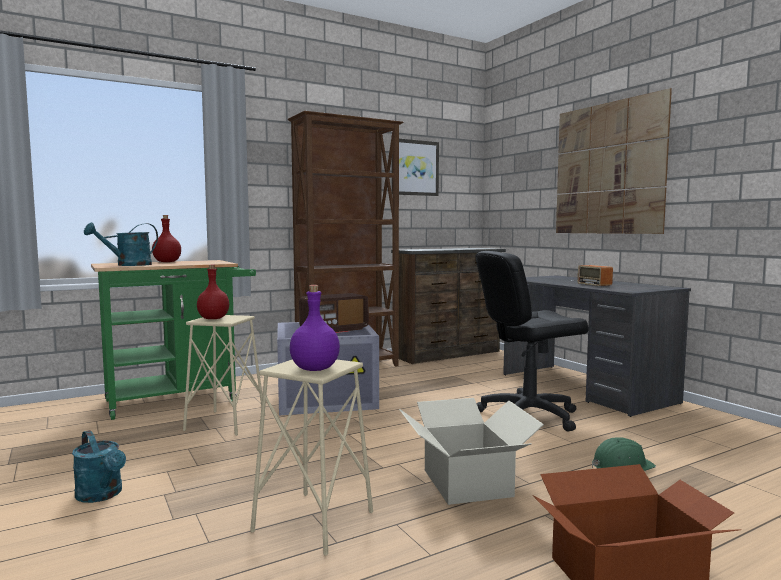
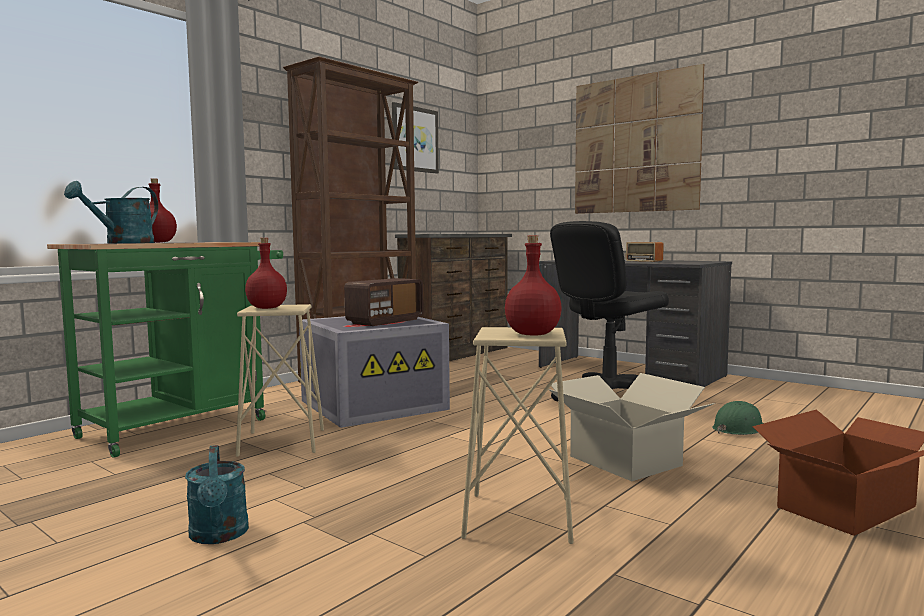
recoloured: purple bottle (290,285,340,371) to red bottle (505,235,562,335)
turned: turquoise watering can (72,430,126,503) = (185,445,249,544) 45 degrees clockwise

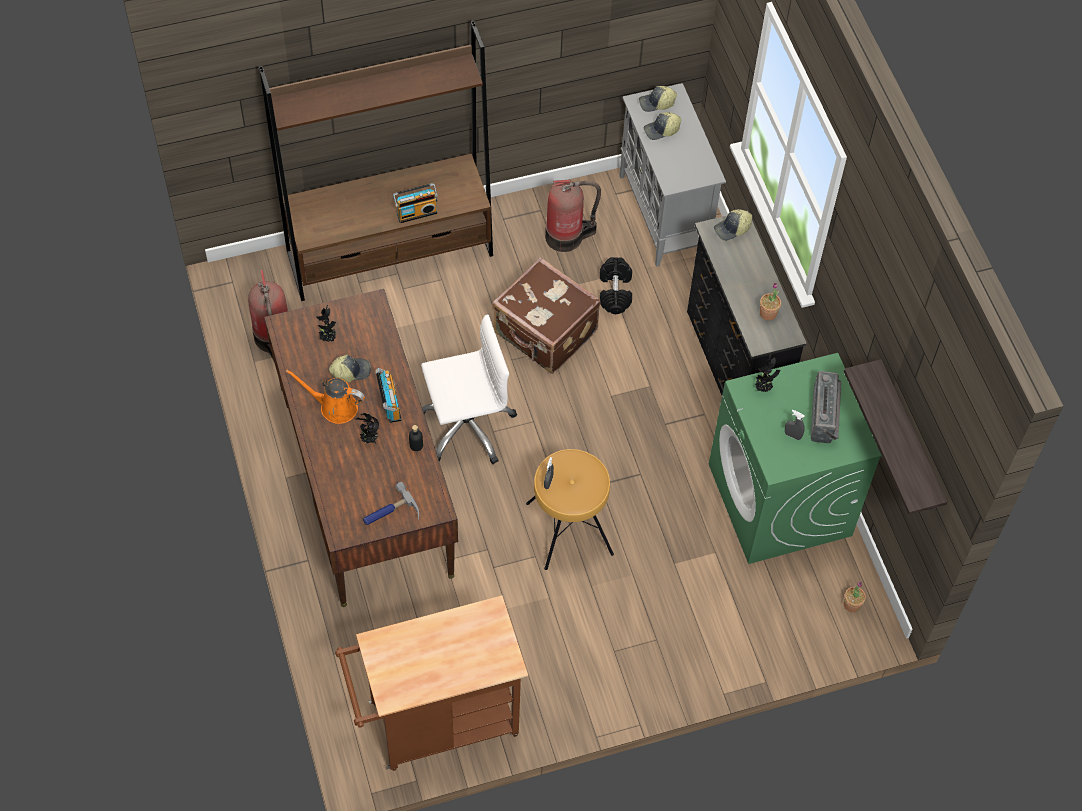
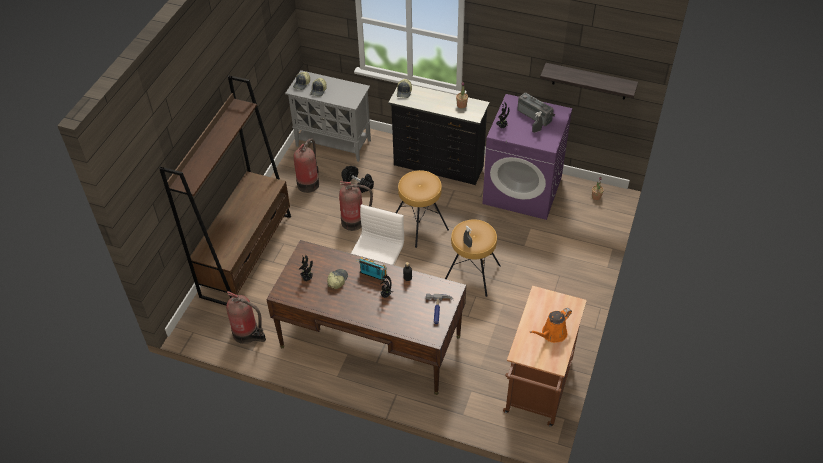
removed: radio (393,183,438,223)
added: brown stool (396,170,449,248)
moved: orange watering can (285,369,365,424) to (530,308,572,343)
replaced: brown suitcase (492,257,601,374) to fire extinguisher (339,181,373,231)
recoloured: green washing machine (709,353,882,564) to purple washing machine (482,94,572,220)

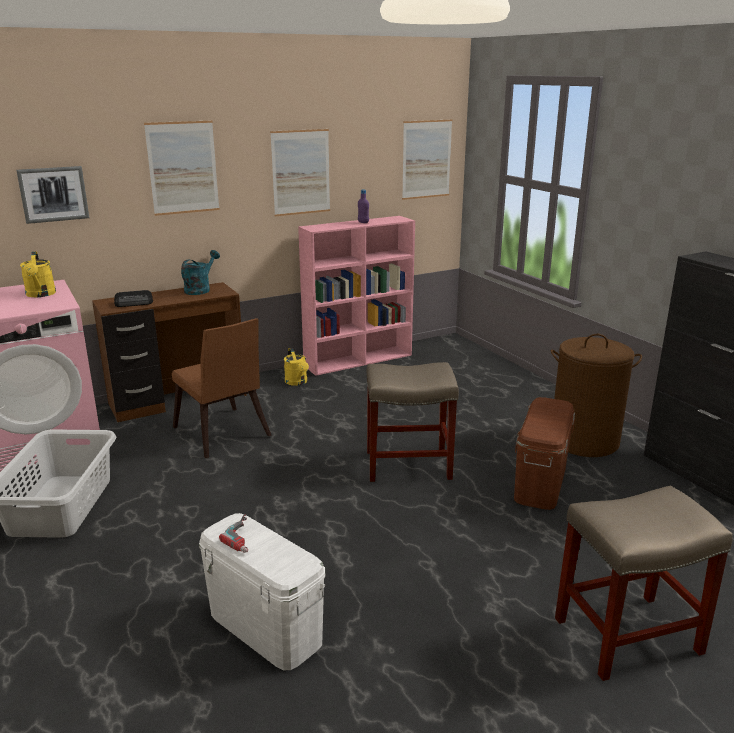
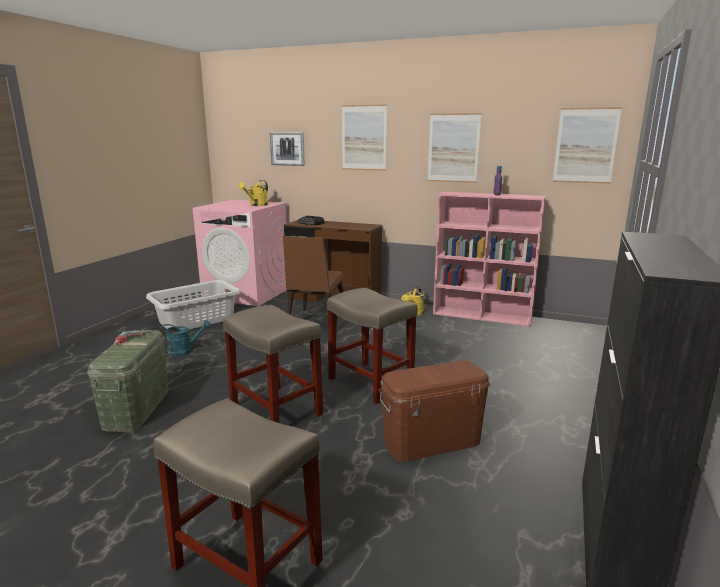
removed: brown laundry basket (551,334,642,457)
added: beige stool (223,305,323,423)
moved: turquoise watering can (181,250,220,295) to (159,320,211,357)
recoloured: white storage box (199,513,325,670) to green storage box (87,330,168,432)

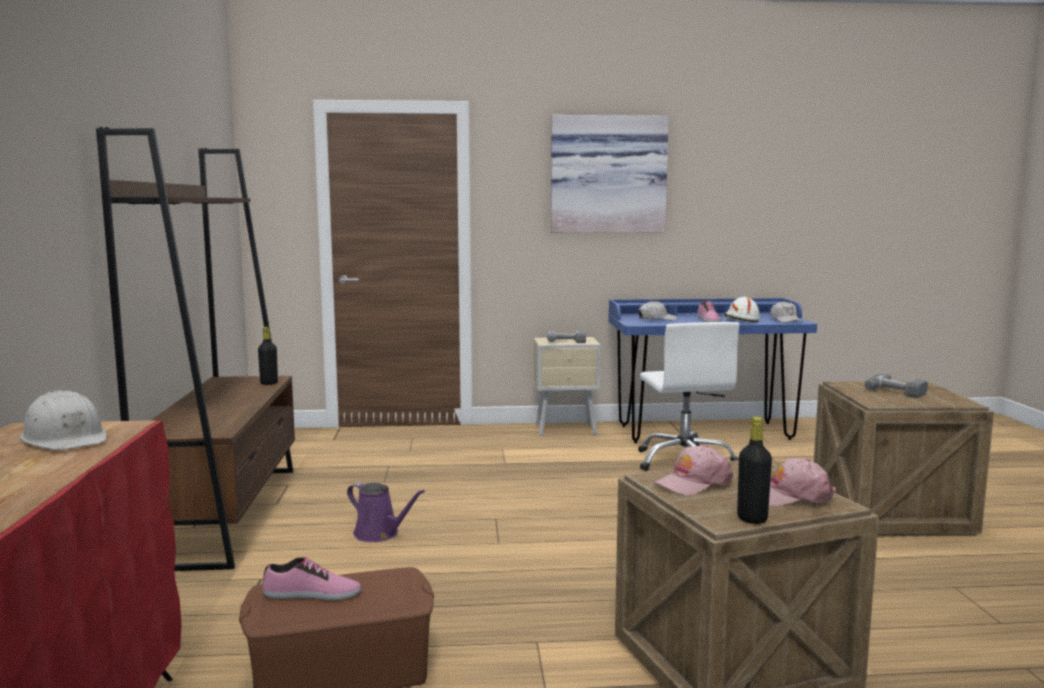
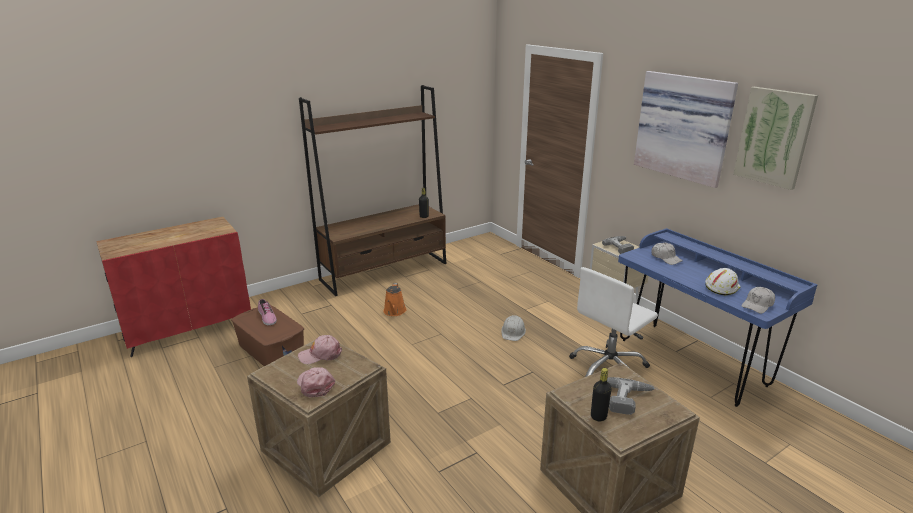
removed: shoe (697,301,721,322)
added: picture (733,87,818,190)
moved: white hard hat (20,390,107,450) to (501,315,526,341); black bottle (737,417,772,524) to (591,368,612,421)
recoloured: purple watering can (347,482,425,542) to orange watering can (383,283,407,316)
turned: pink cap (654,445,733,495) = (298,335,342,364) 45 degrees counterclockwise

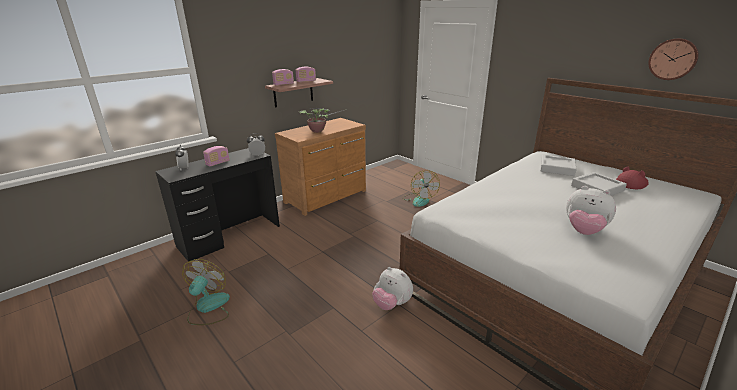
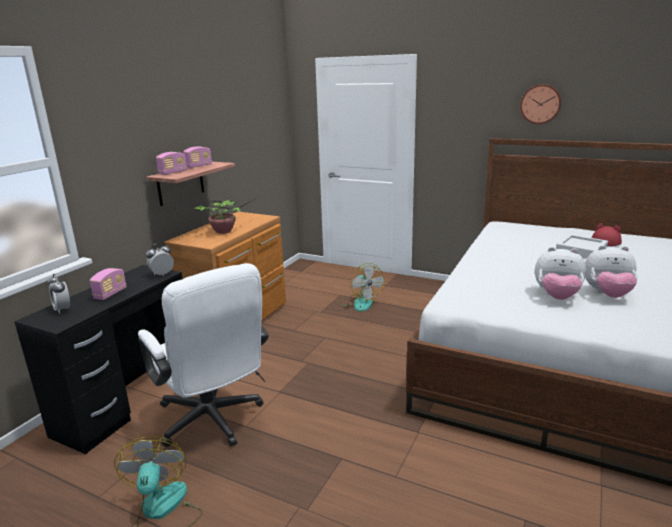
removed: grey tray (540,155,577,176)
added: white office chair (138,263,268,447)
moved: wall clock (648,38,699,80) to (520,84,562,124); plush toy (372,267,413,310) to (535,247,586,300)

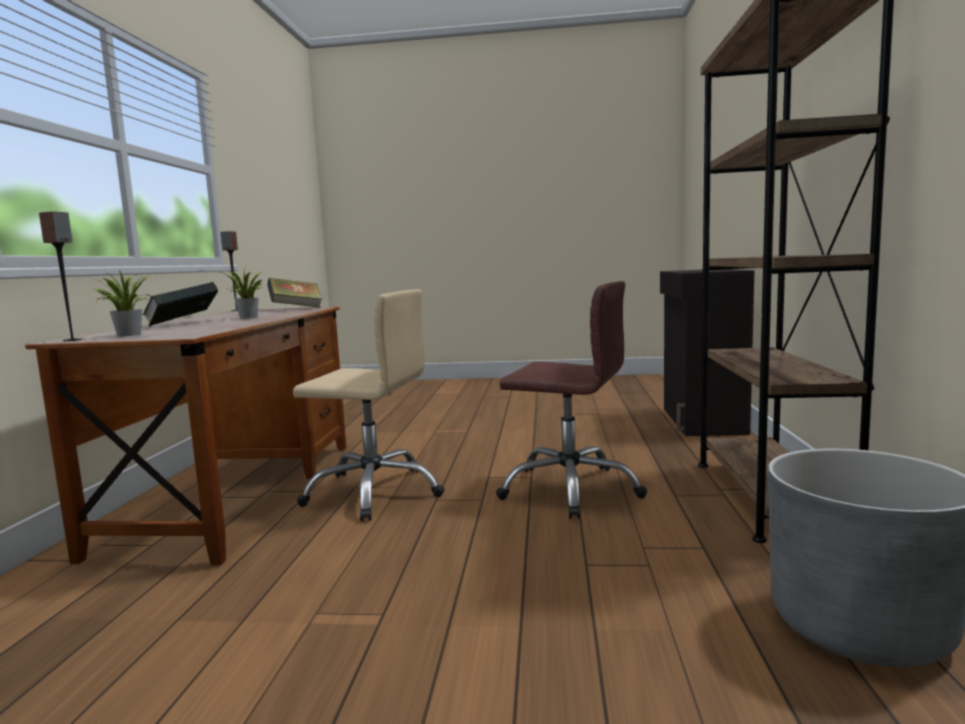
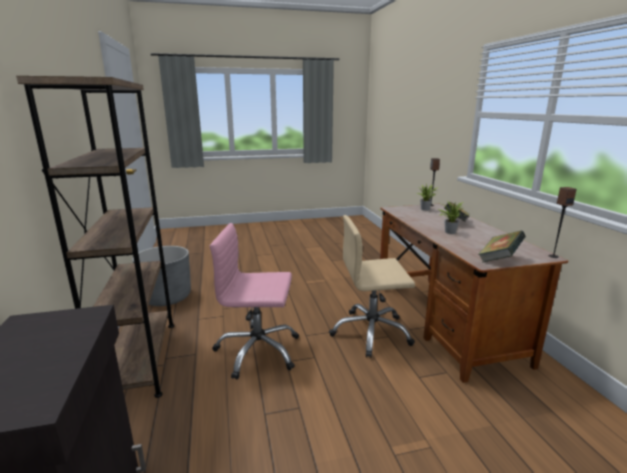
recoloured: brown office chair (496,281,647,519) to pink office chair (210,223,299,380)

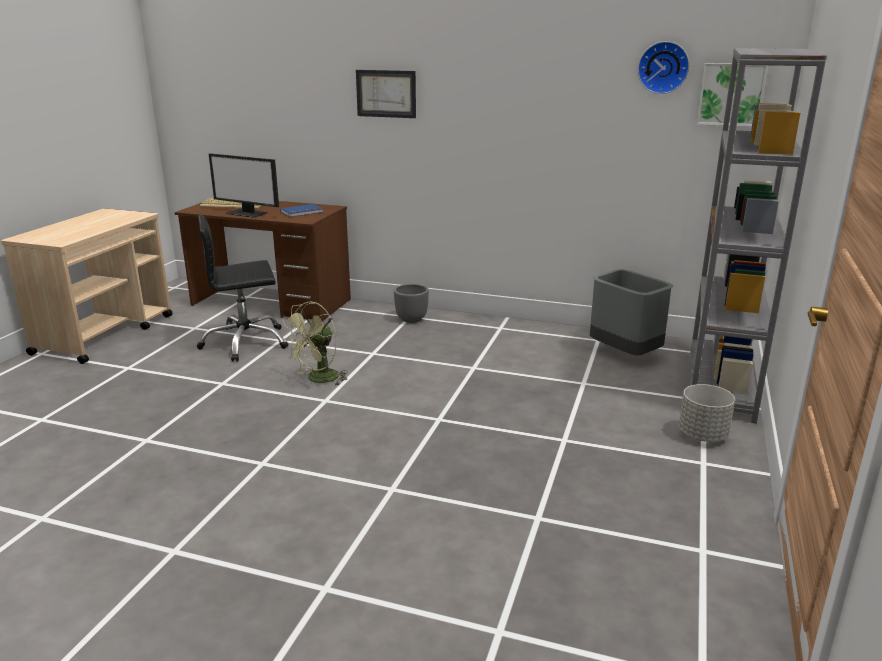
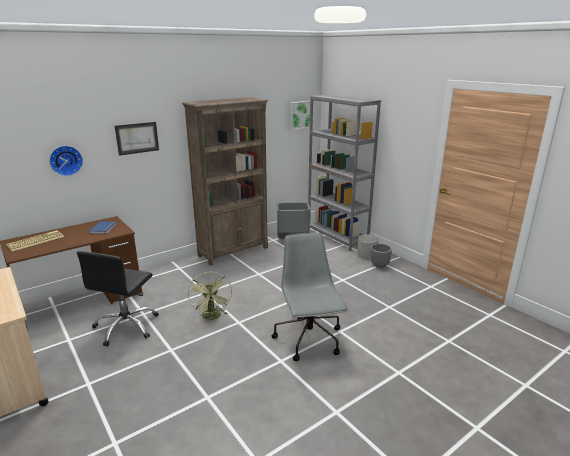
removed: monitor (209,153,279,218)
added: brown bookcase (182,97,268,266); grey office chair (272,232,348,361)
moved: wall clock (638,41,690,94) to (49,146,83,176); grey planter (394,284,429,323) to (370,244,392,268)

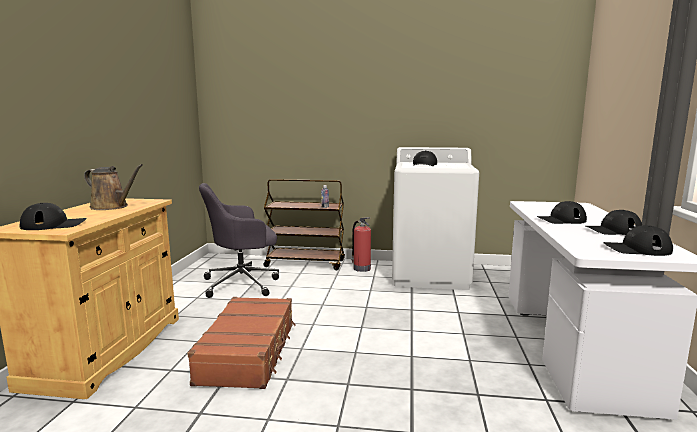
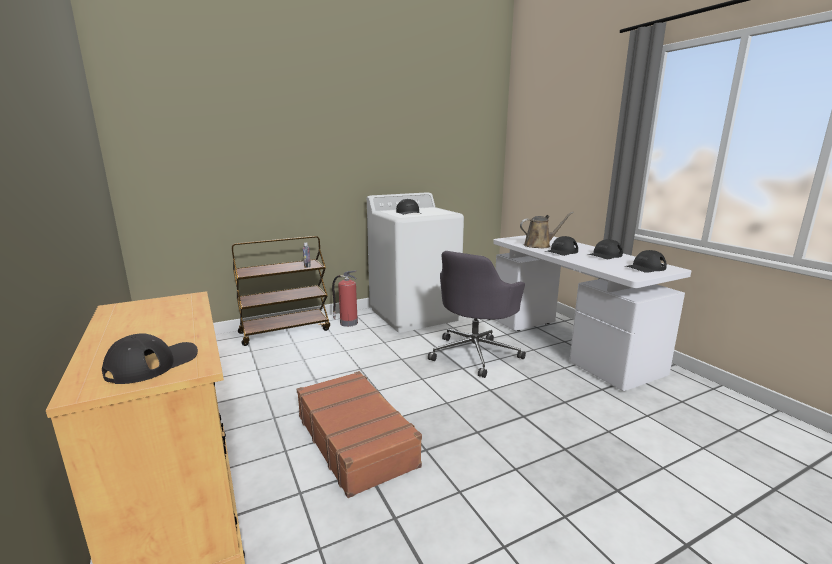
moved: grey office chair (199,183,279,298) to (428,251,526,378); brown watering can (84,164,143,210) to (520,211,574,248)

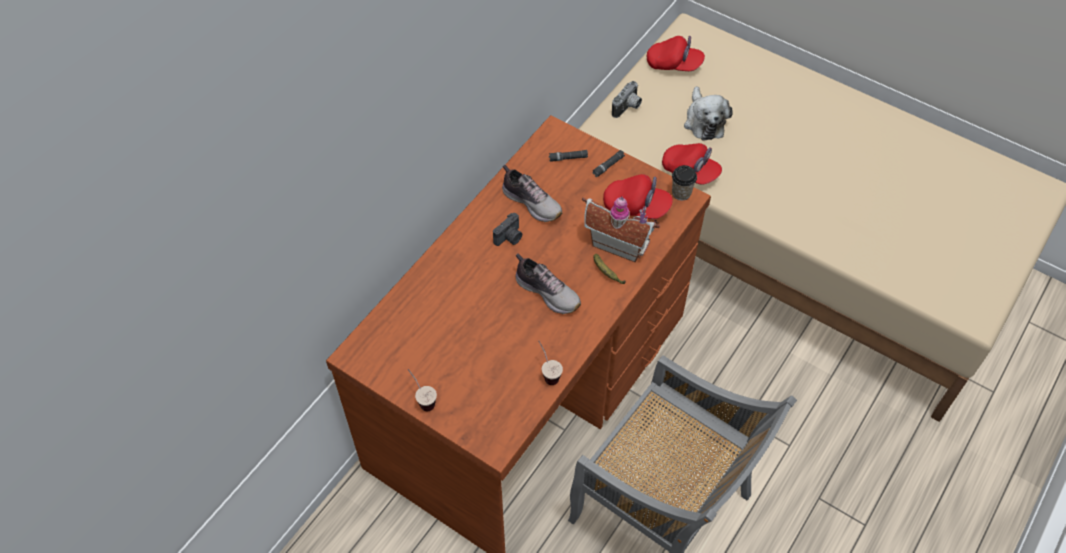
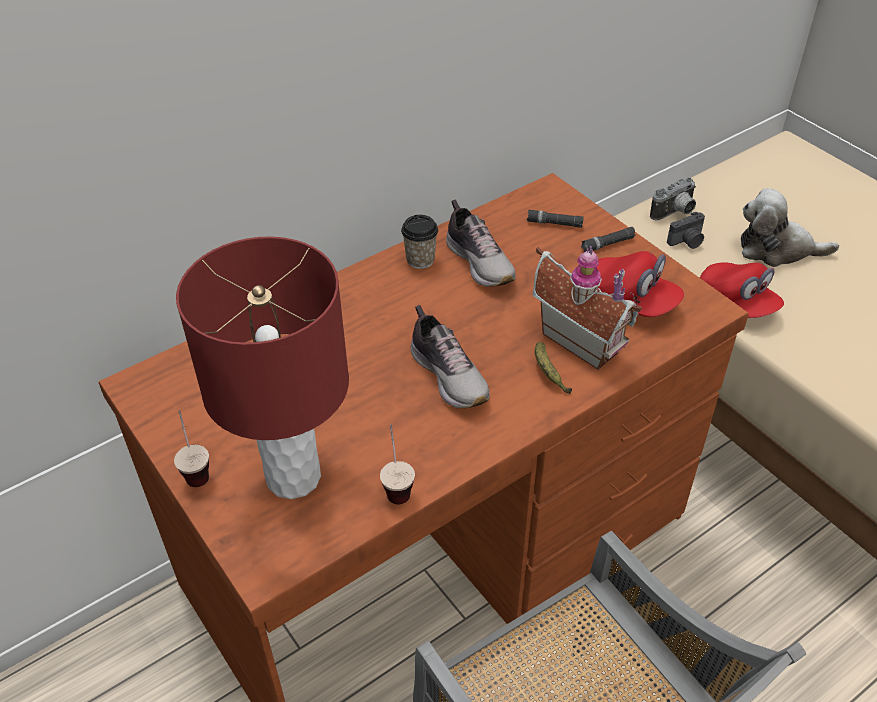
removed: red cap (647,36,705,71)
added: red table lamp (176,236,349,499)
moved: cup (672,165,697,200) to (401,215,438,269); photo camera (493,213,522,246) to (667,212,705,249)
turned: plush toy (684,86,733,141) = (741,188,839,267) 90 degrees clockwise

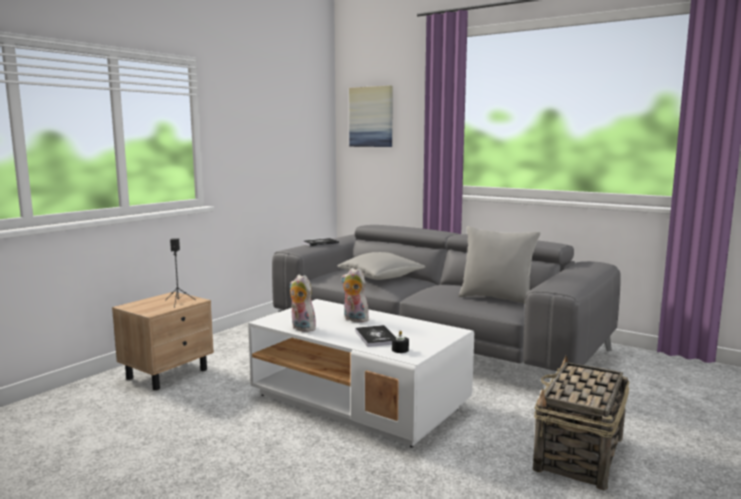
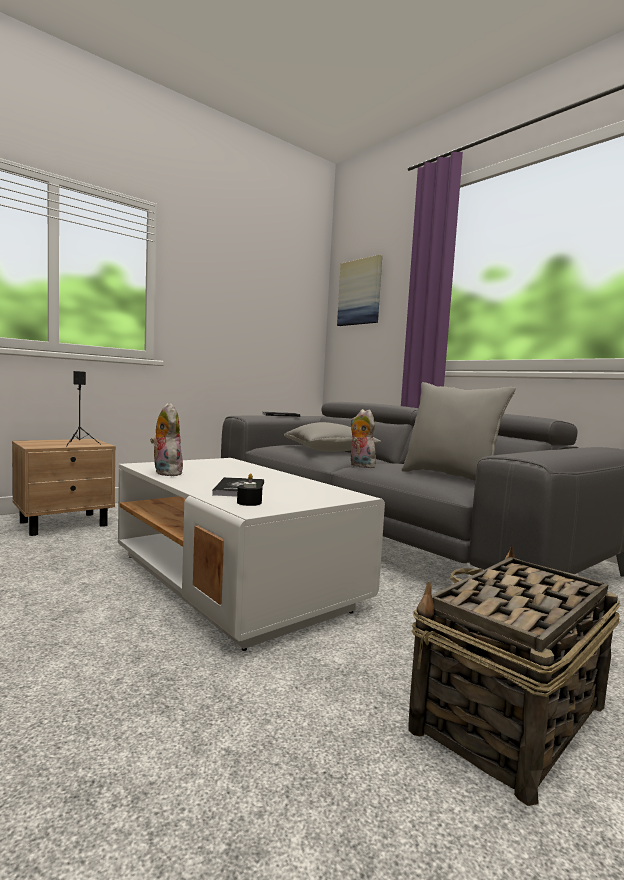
moved: plush toy (341,268,369,322) to (350,409,376,468)

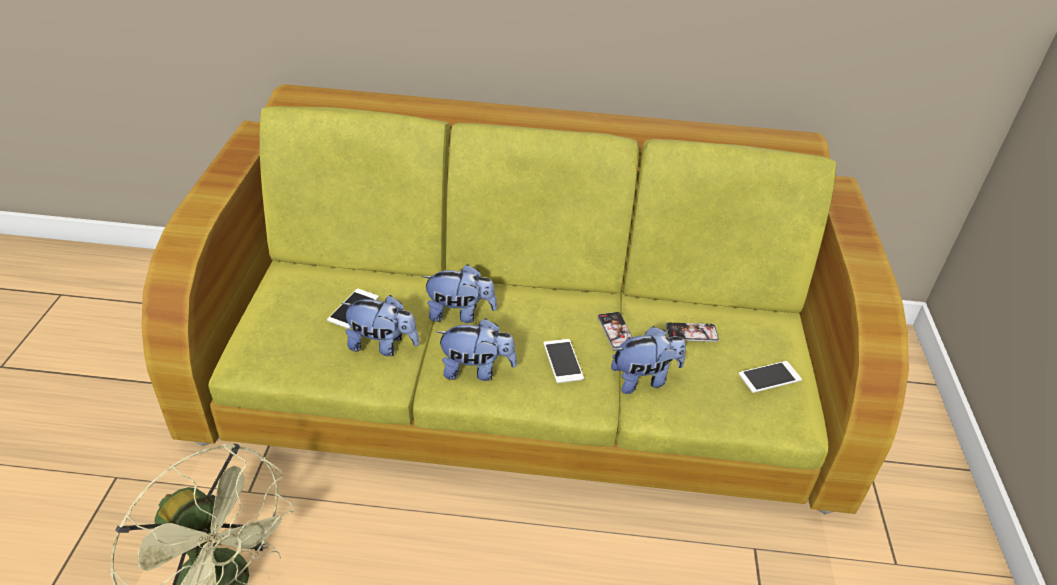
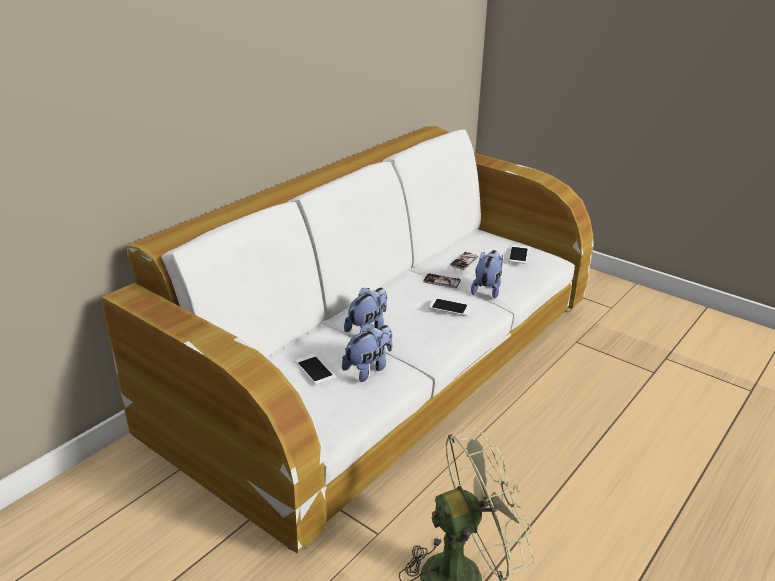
removed: plush toy (436,318,517,381)
recoloured: green sofa (141,84,909,514) to white sofa (101,126,593,554)

